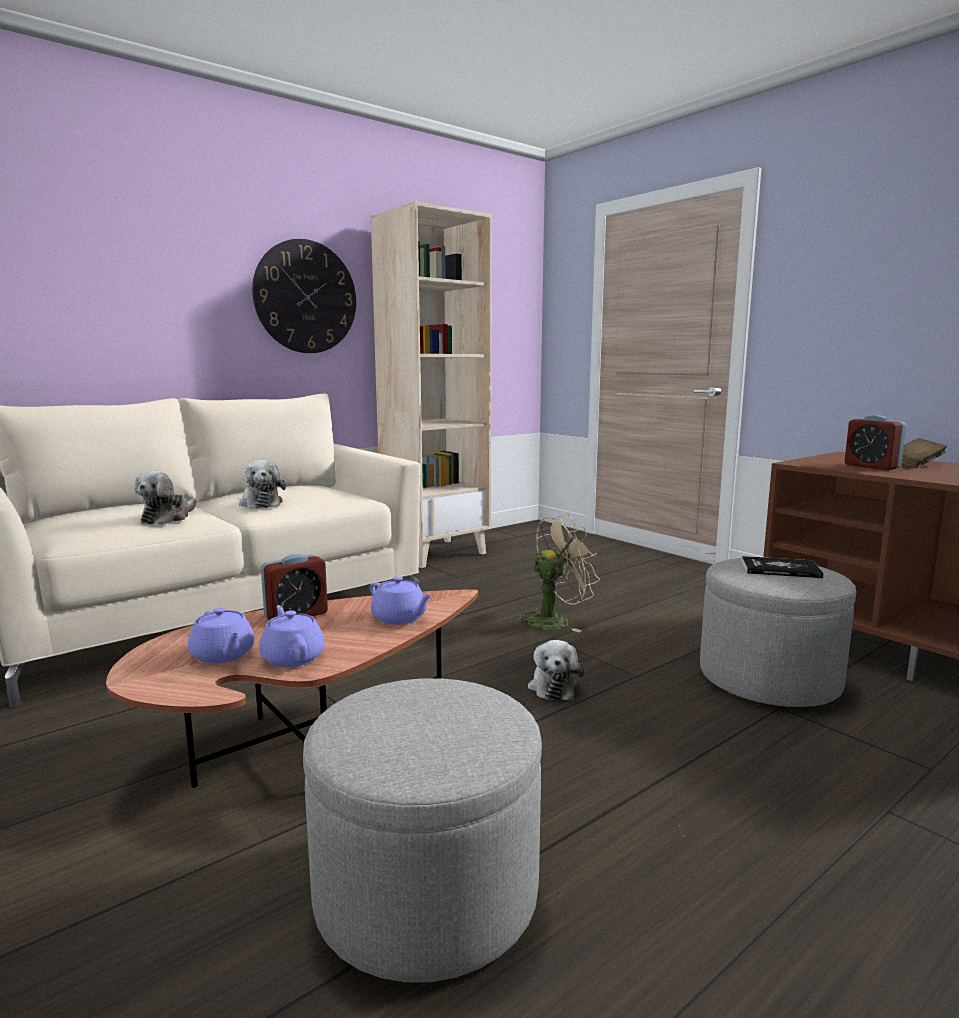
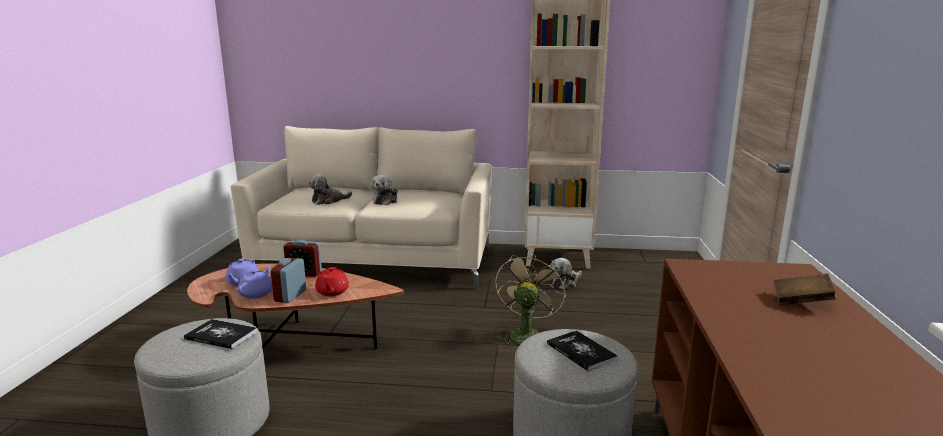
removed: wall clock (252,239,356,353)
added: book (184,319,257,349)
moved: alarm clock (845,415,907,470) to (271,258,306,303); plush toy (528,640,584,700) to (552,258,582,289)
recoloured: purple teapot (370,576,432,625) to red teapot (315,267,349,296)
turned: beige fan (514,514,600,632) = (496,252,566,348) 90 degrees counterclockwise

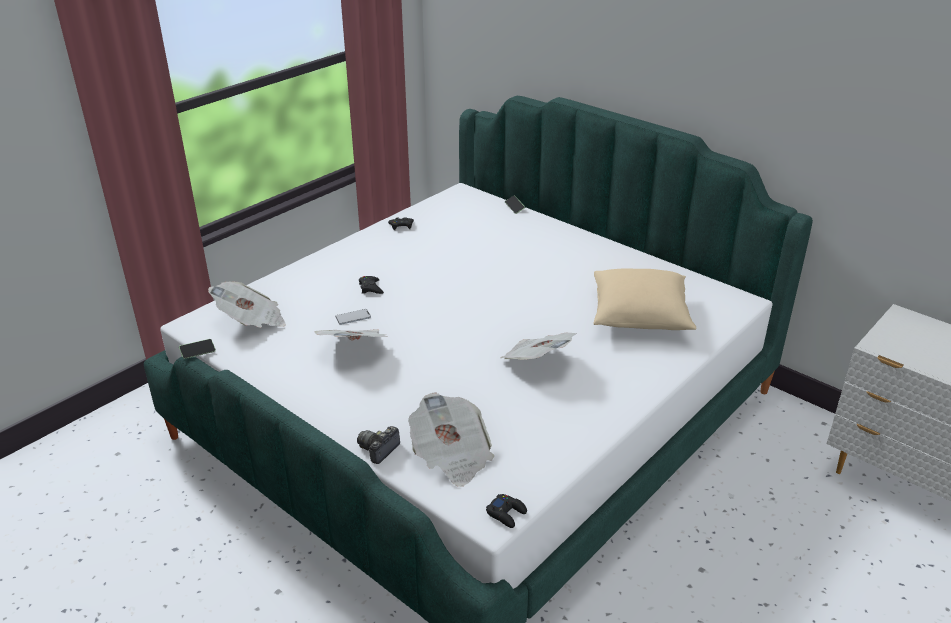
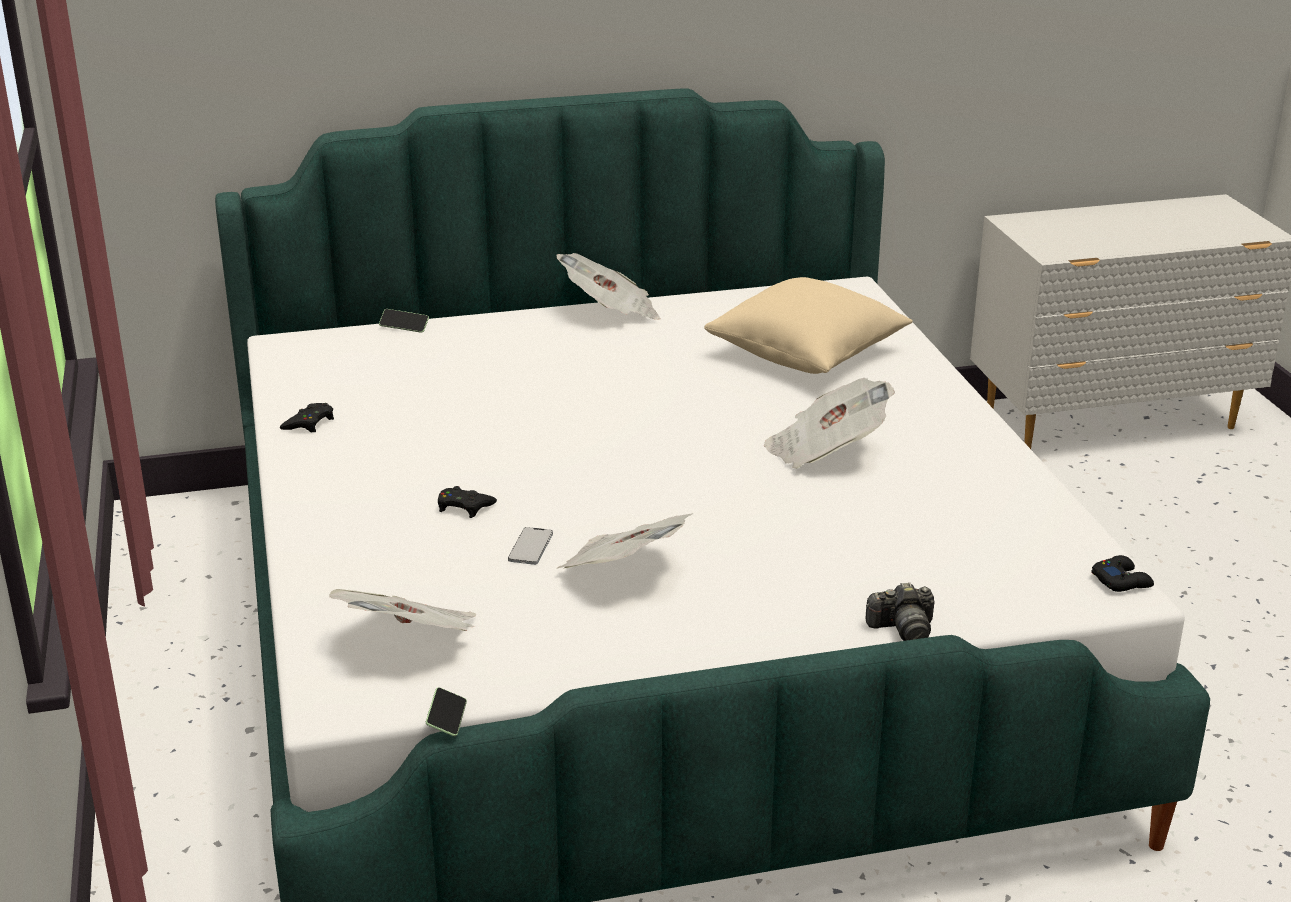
moved: newspaper (408,393,494,487) to (556,253,661,320)
turned: photo camera (357,426,400,464) = (865,582,934,641) 75 degrees counterclockwise

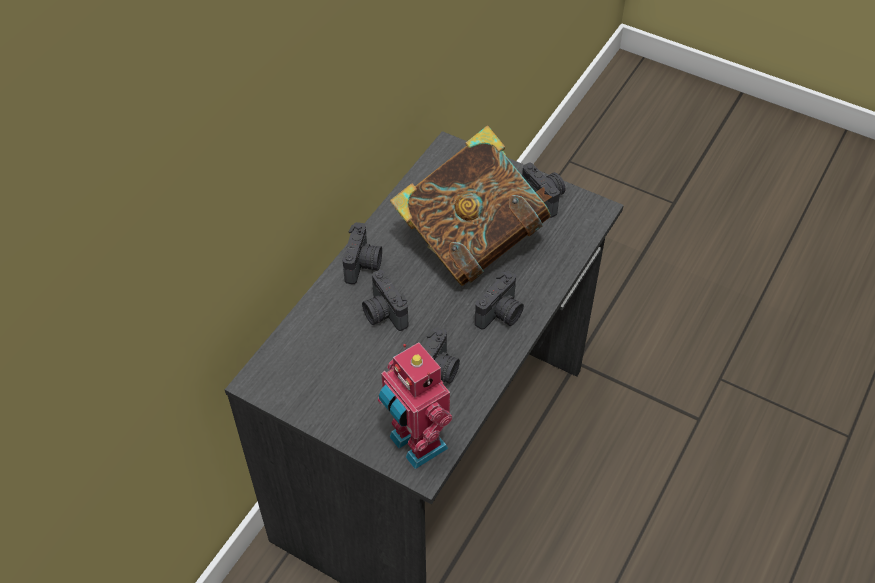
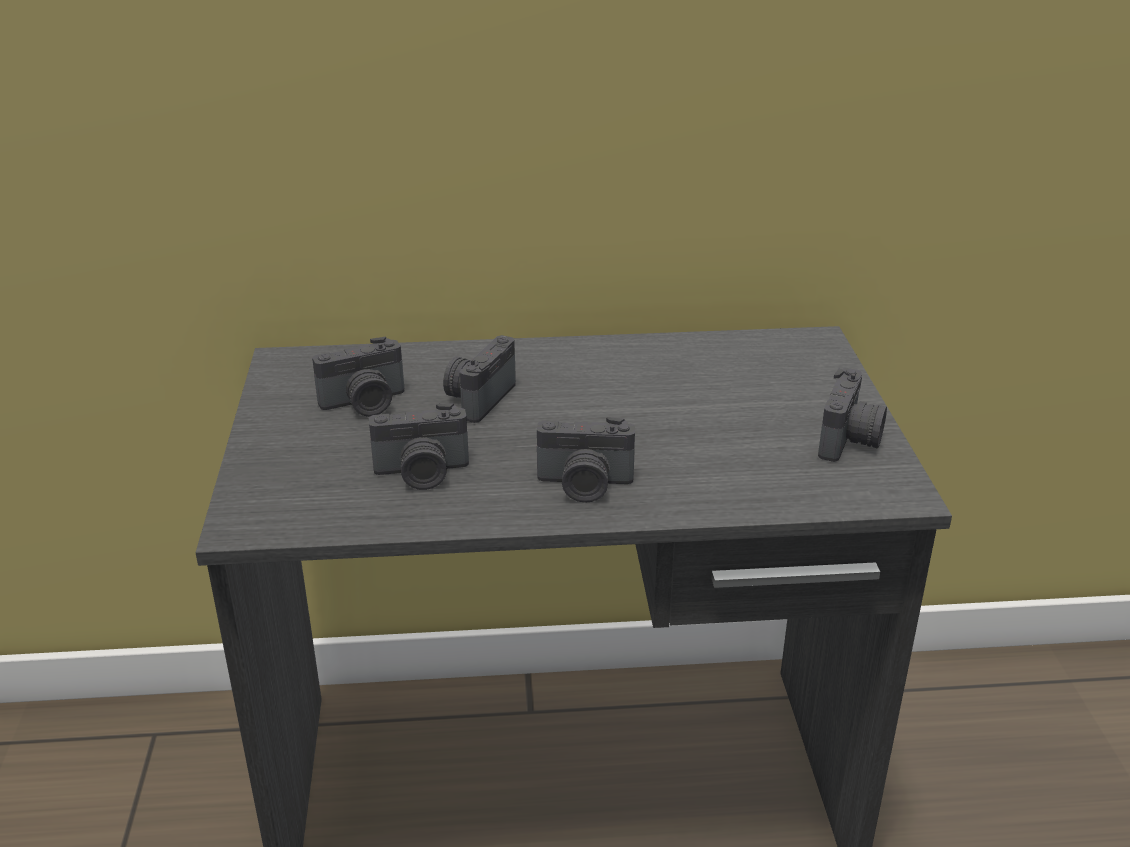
removed: toy robot (378,342,452,469); book (390,126,552,286)
moved: photo camera (343,222,382,284) to (312,337,404,417)

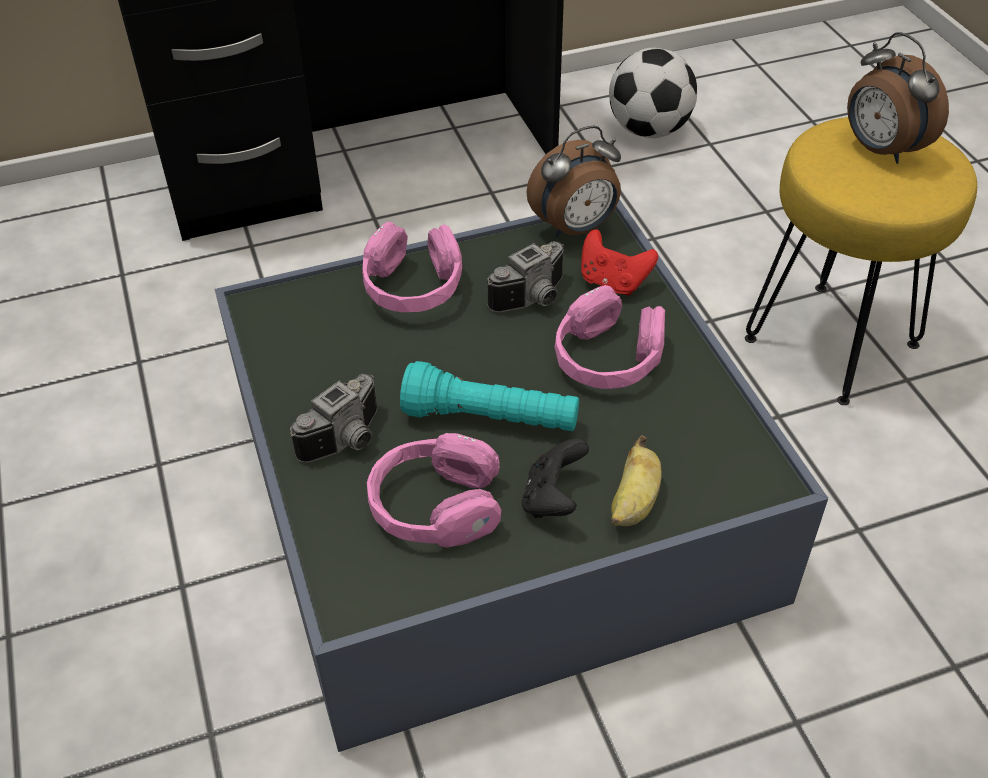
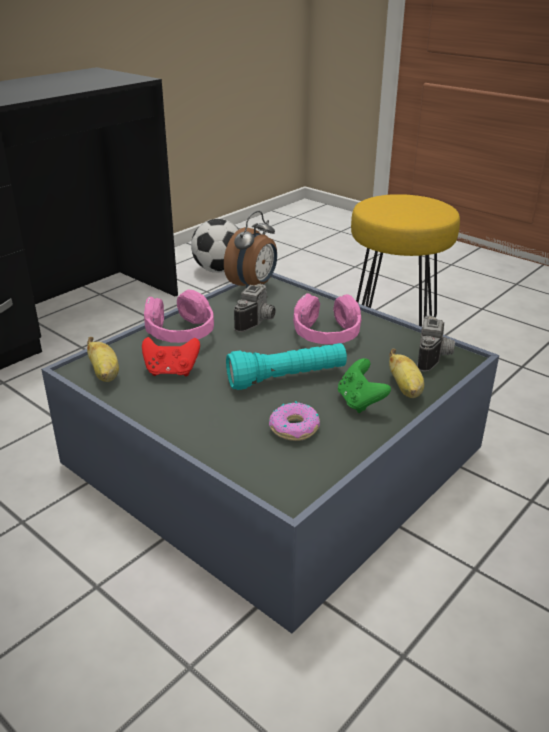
removed: alarm clock (847,32,949,164)
added: banana (87,337,119,382)
moved: red game controller (581,229,658,296) to (142,337,200,377); photo camera (290,374,377,463) to (417,316,455,372)
replaced: pink headphones (367,433,501,548) to donut (269,401,320,441)
recoloured: black game controller (522,439,589,518) to green game controller (338,358,391,413)

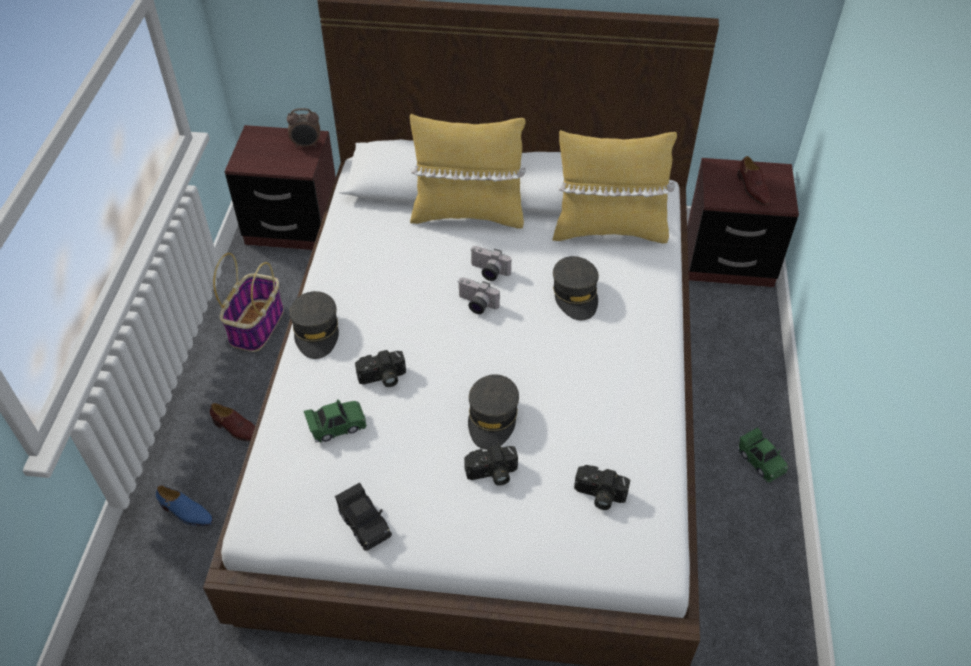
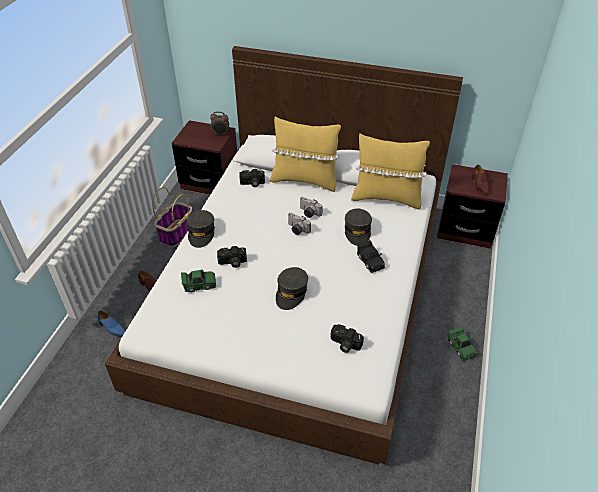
moved: photo camera (464,445,518,485) to (239,169,265,187); black toy car (335,482,392,551) to (357,240,385,273)

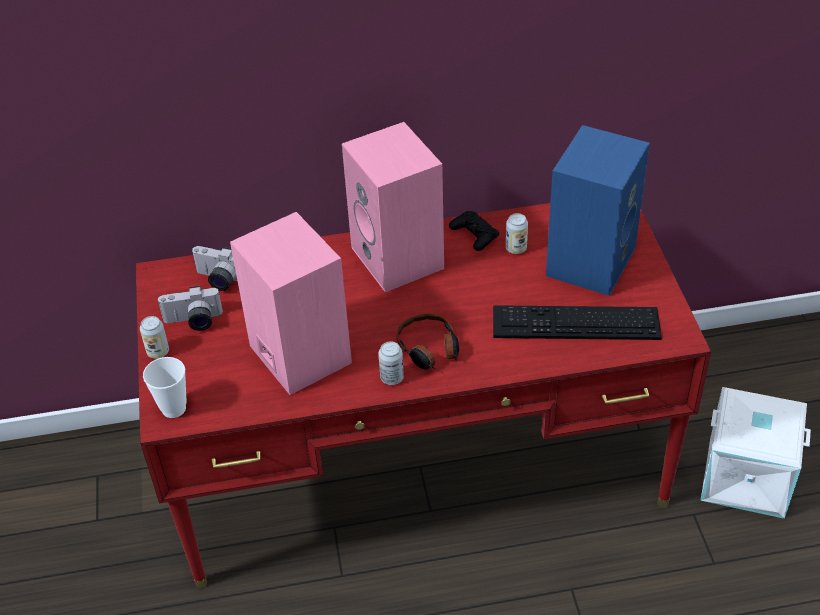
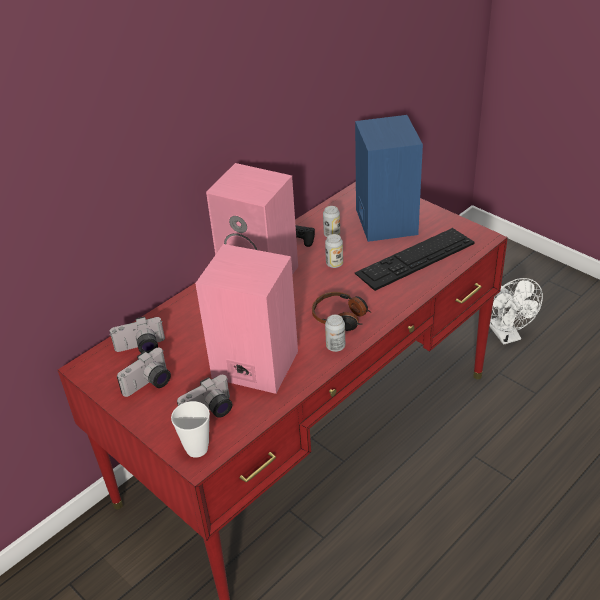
added: photo camera (177,375,232,418)
moved: can (140,316,169,359) to (325,234,343,268)
replaced: white storage box (700,387,811,519) to white fan (489,278,543,345)

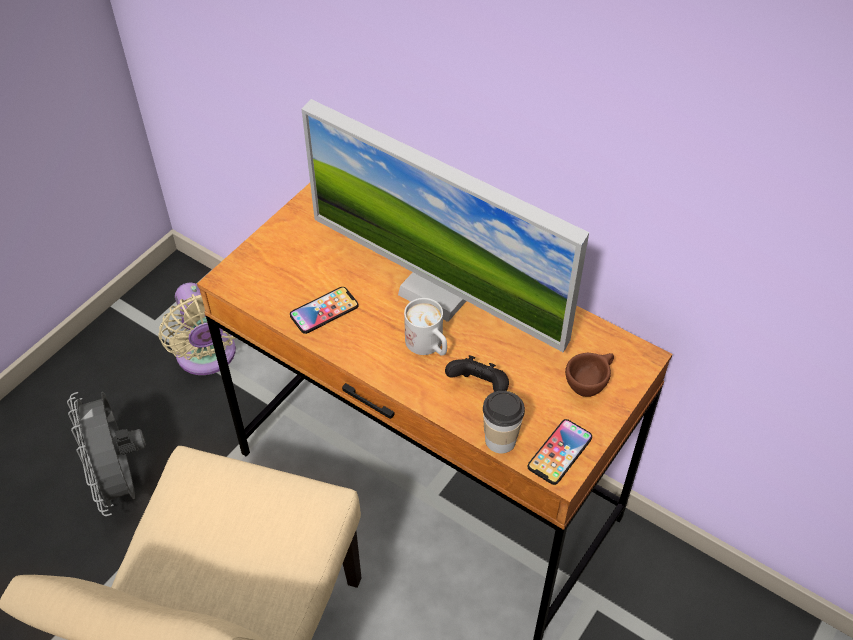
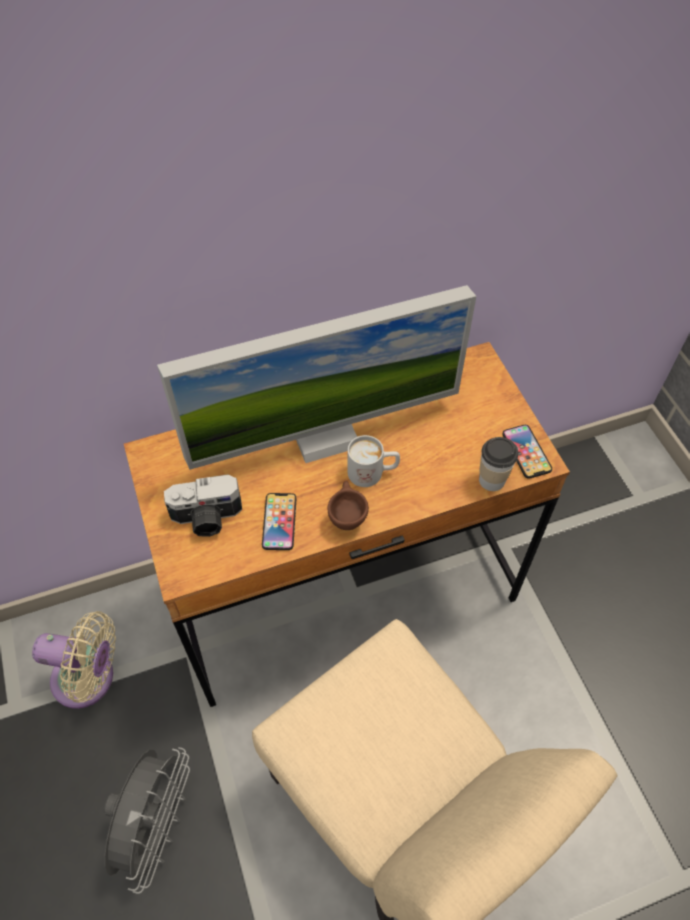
removed: black game controller (445,355,509,392)
added: photo camera (164,474,242,537)
moved: brown cup (565,353,614,397) to (327,481,369,530)
turned: grey fan (67,392,146,516) = (104,747,190,894) 90 degrees counterclockwise

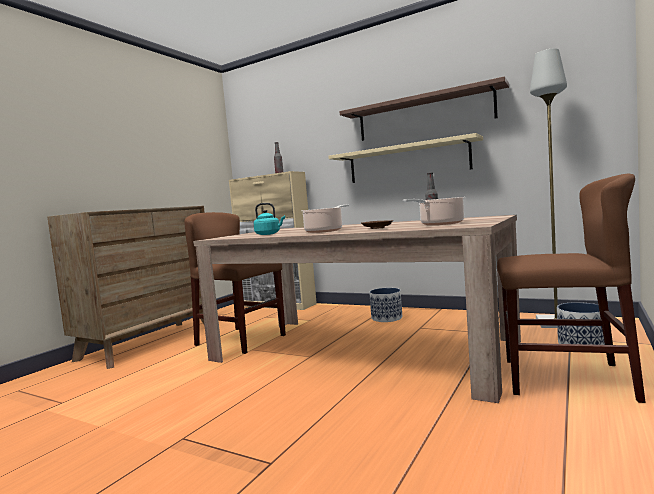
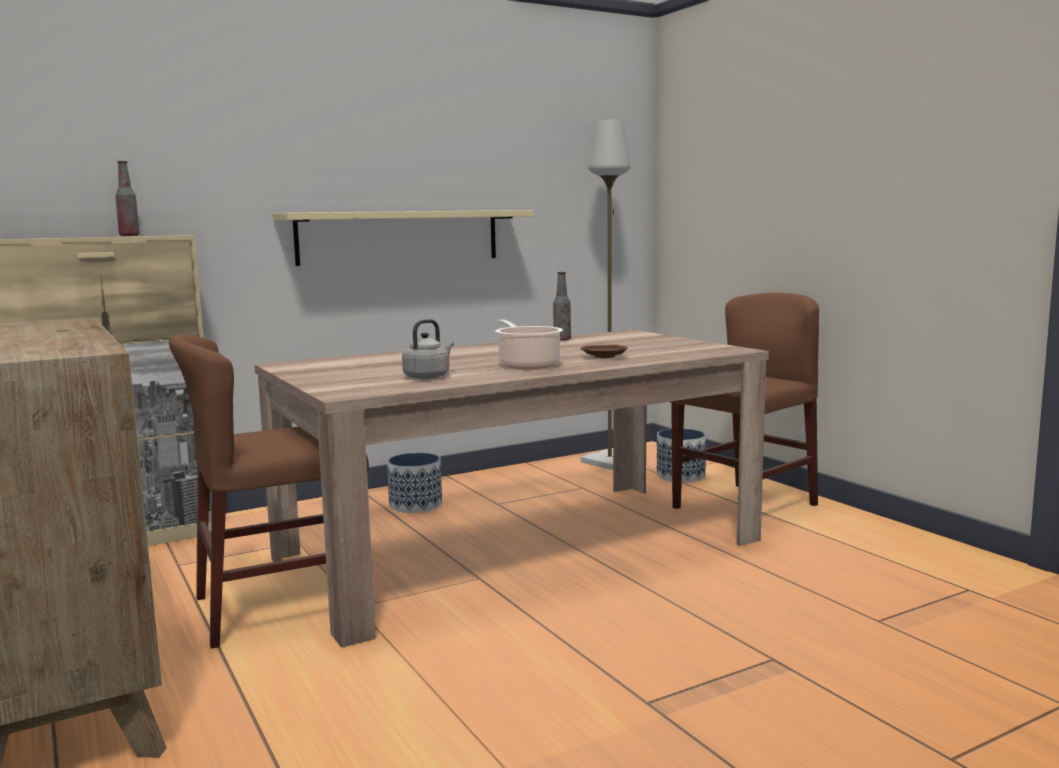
removed: shelf (339,76,509,141); cooking pot (403,197,465,225)
recoloured: turquoise kettle (254,203,285,235) to grey kettle (402,319,454,379)

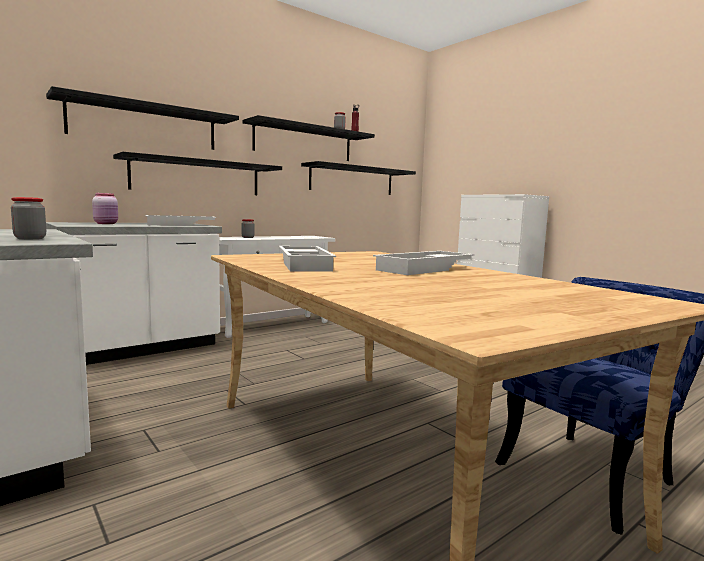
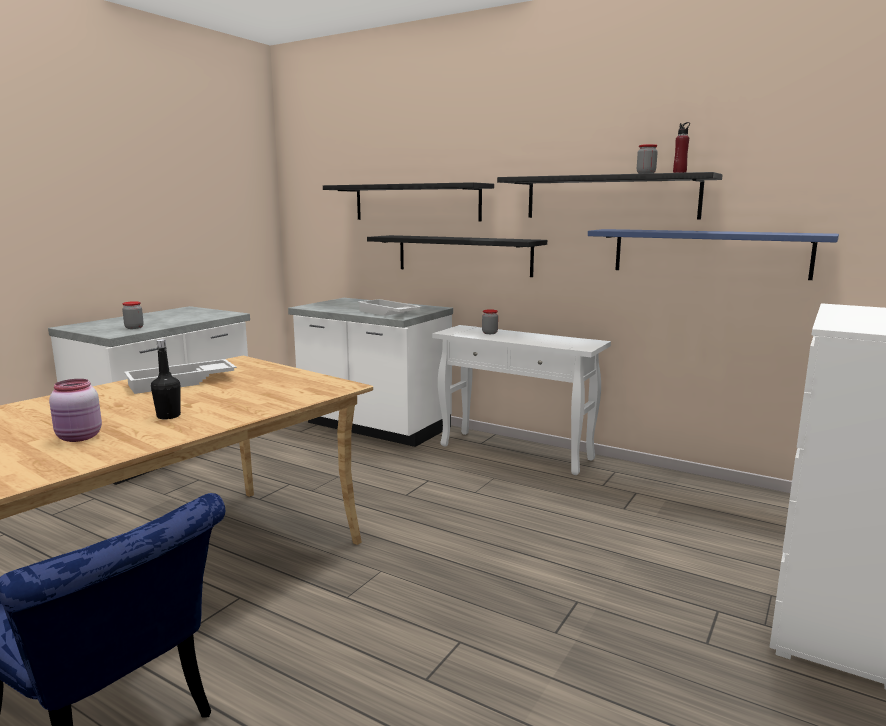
moved: pink jar (92,193,118,224) to (49,379,102,442)
replaced: white tray (373,251,474,275) to black bottle (151,339,181,419)
recoloured: black shelf (301,161,416,195) to blue shelf (588,229,839,280)

